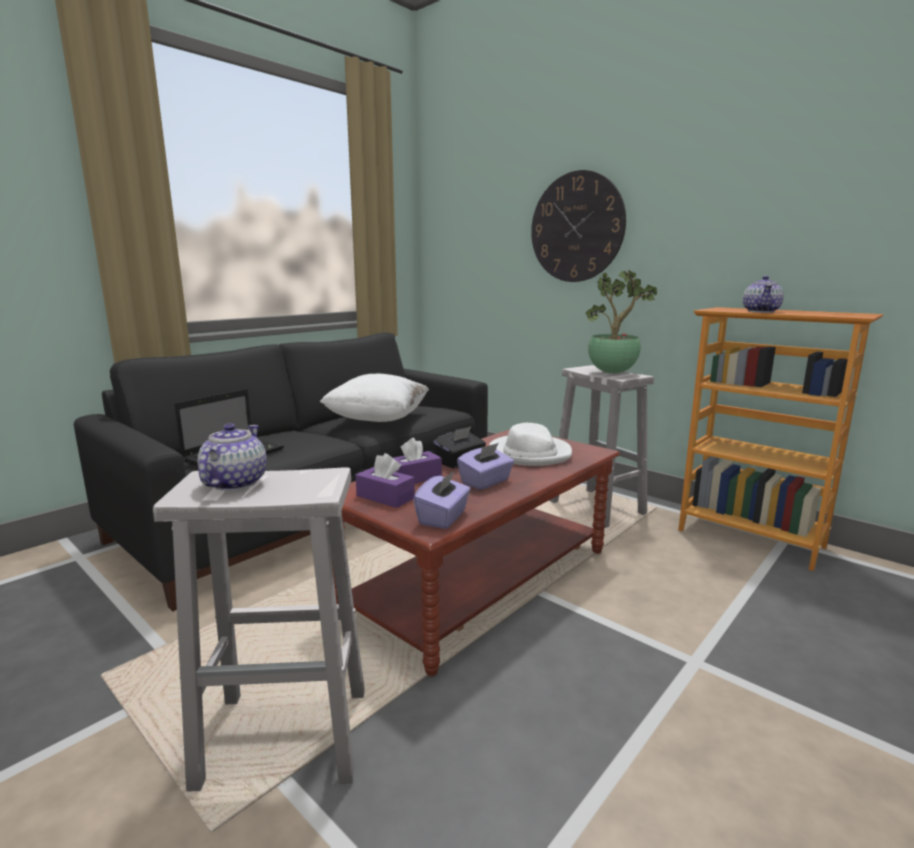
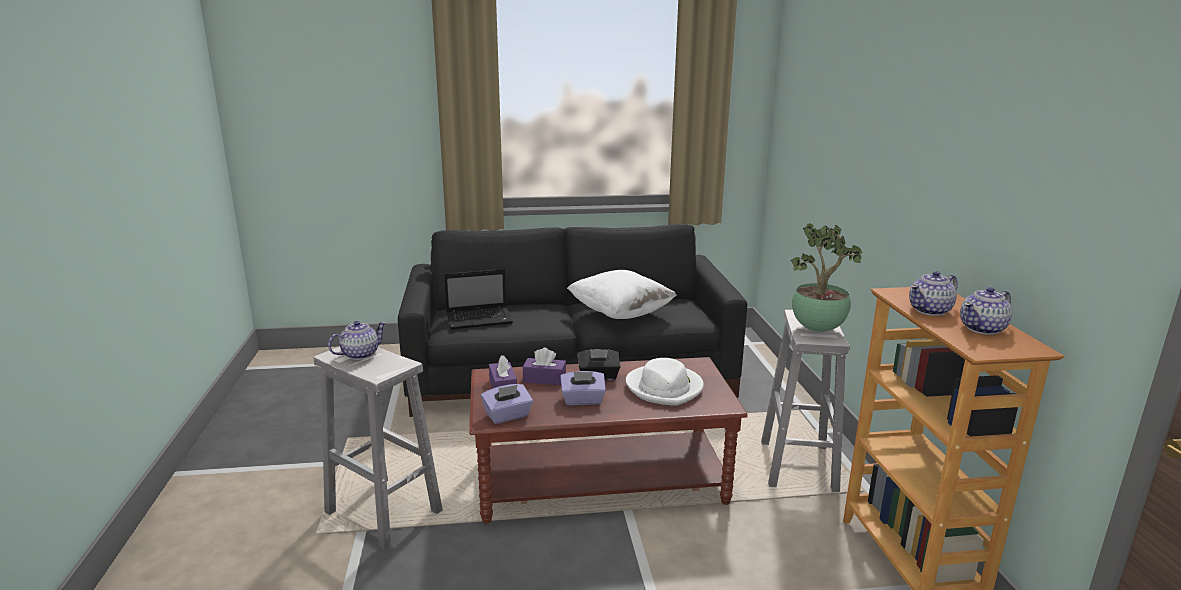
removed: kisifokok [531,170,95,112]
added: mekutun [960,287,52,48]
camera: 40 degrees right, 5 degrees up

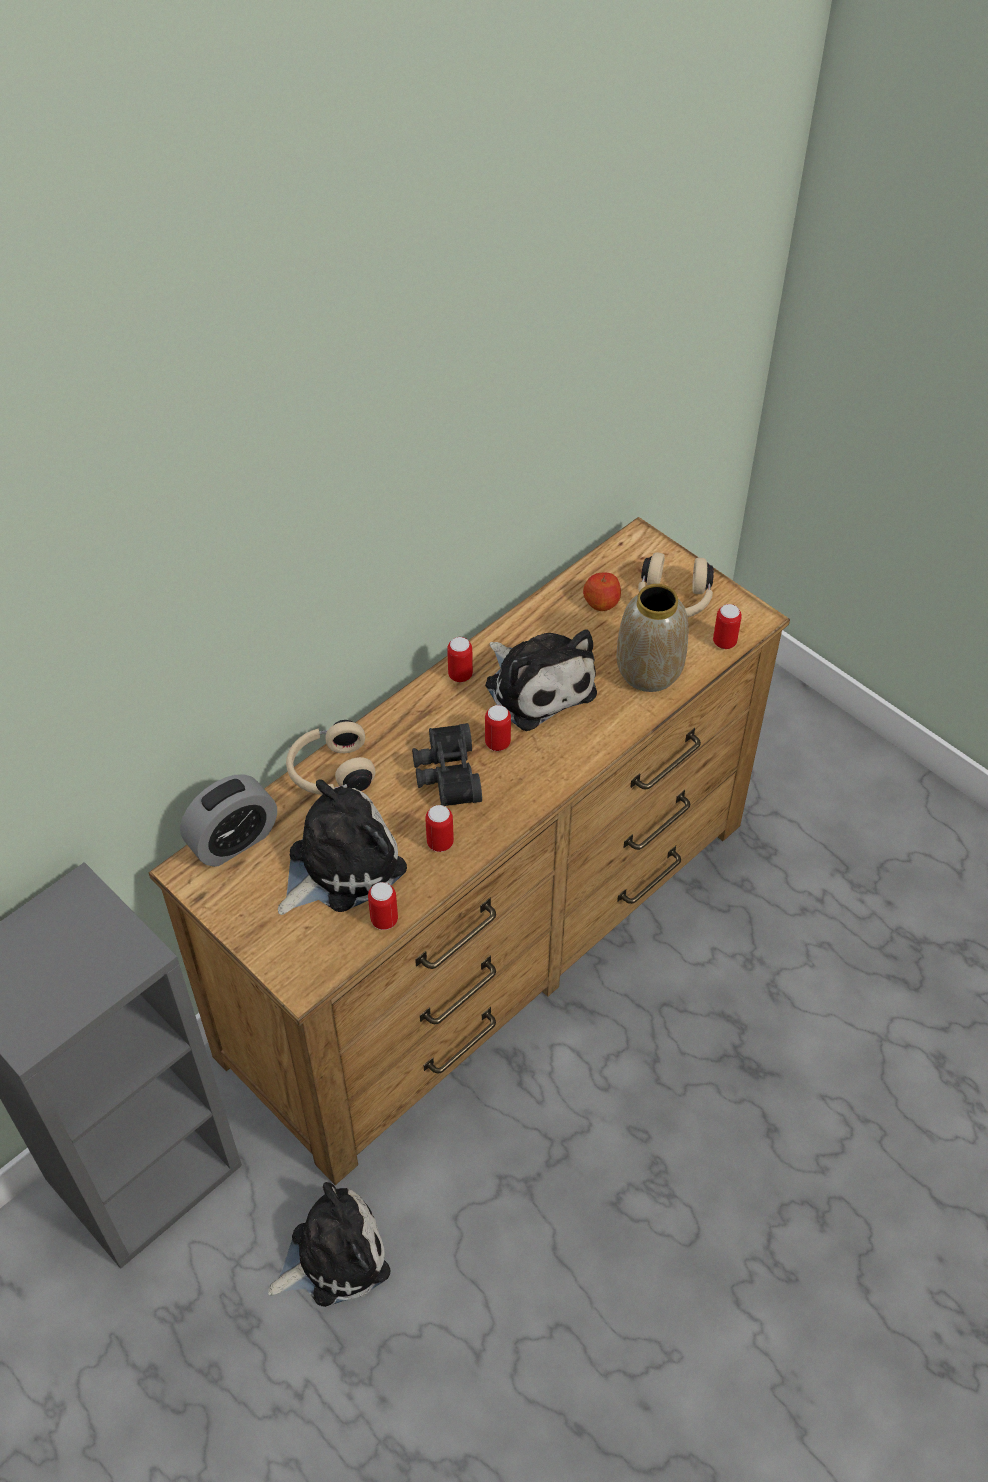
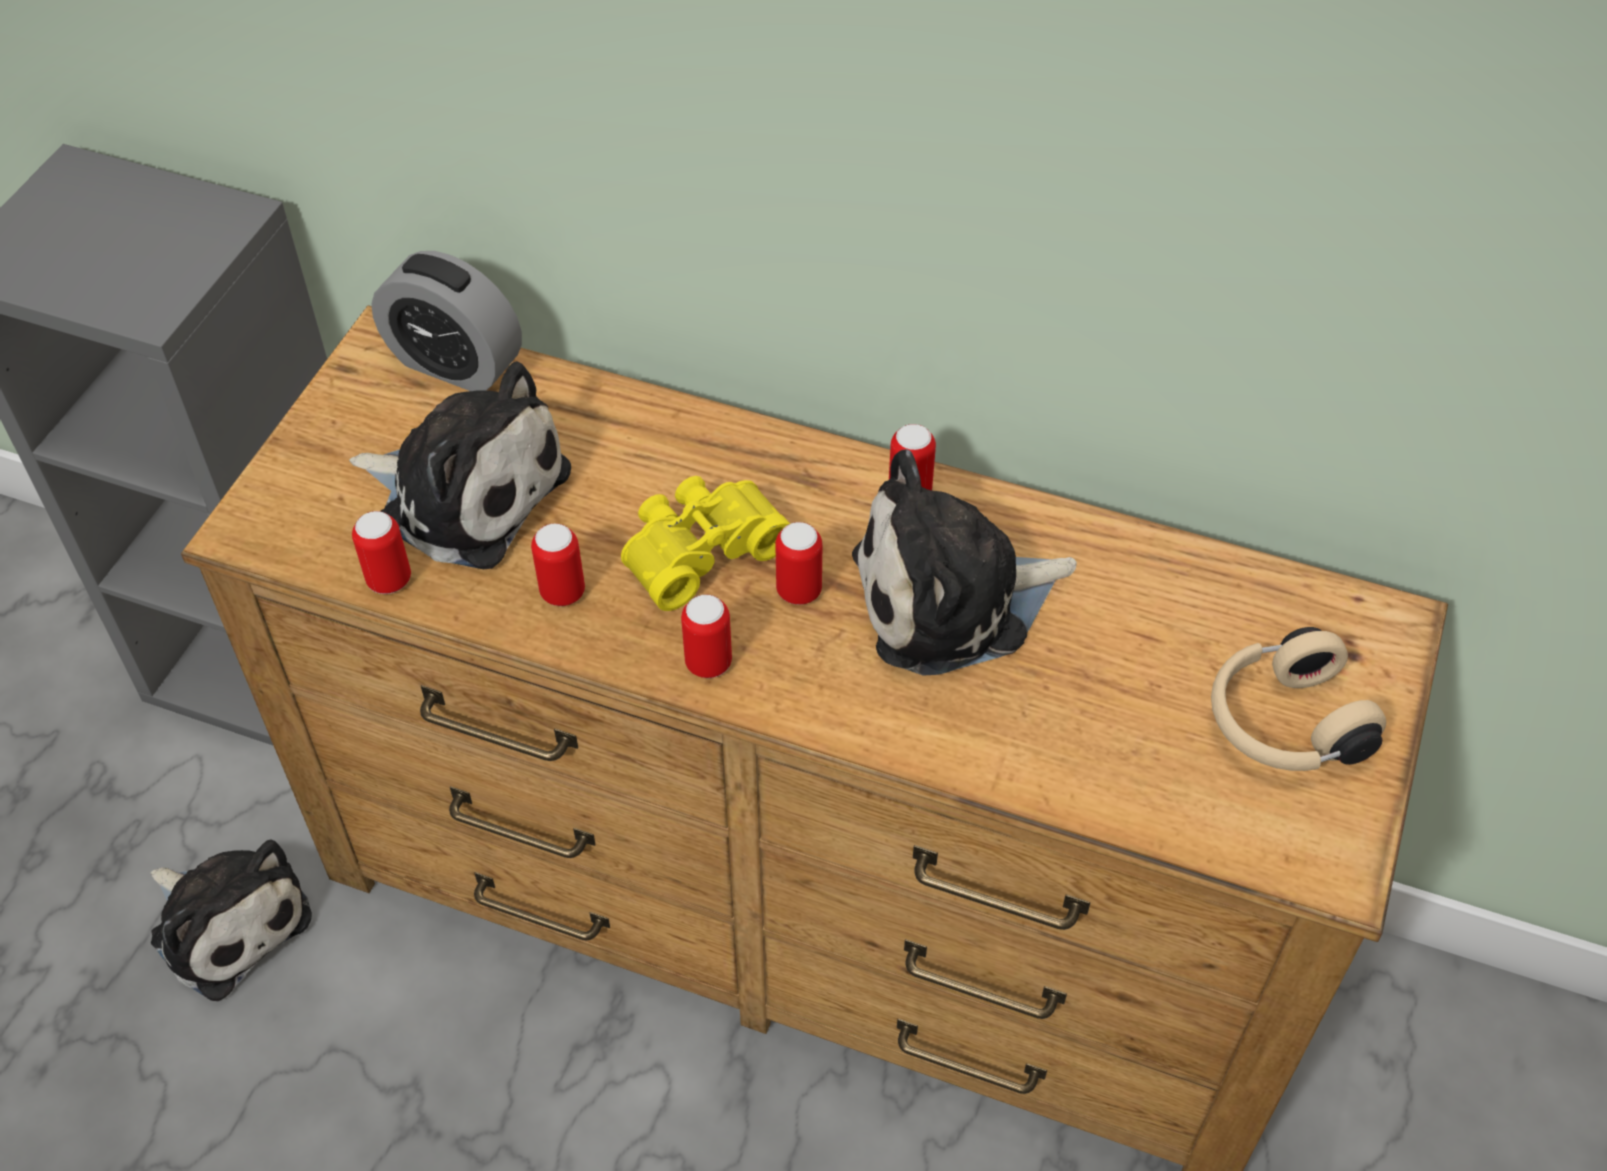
removed: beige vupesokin [286,720,90,75]; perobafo [583,573,38,38]; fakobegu [617,584,71,108]
moved: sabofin [713,604,29,45] to [681,594,51,84]
recoloured: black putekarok [412,723,70,83] to yellow putekarok [621,476,169,135]
turned: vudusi [485,629,112,102] = [852,449,225,227] 45 degrees clockwise
camera: 65 degrees right, 0 degrees up

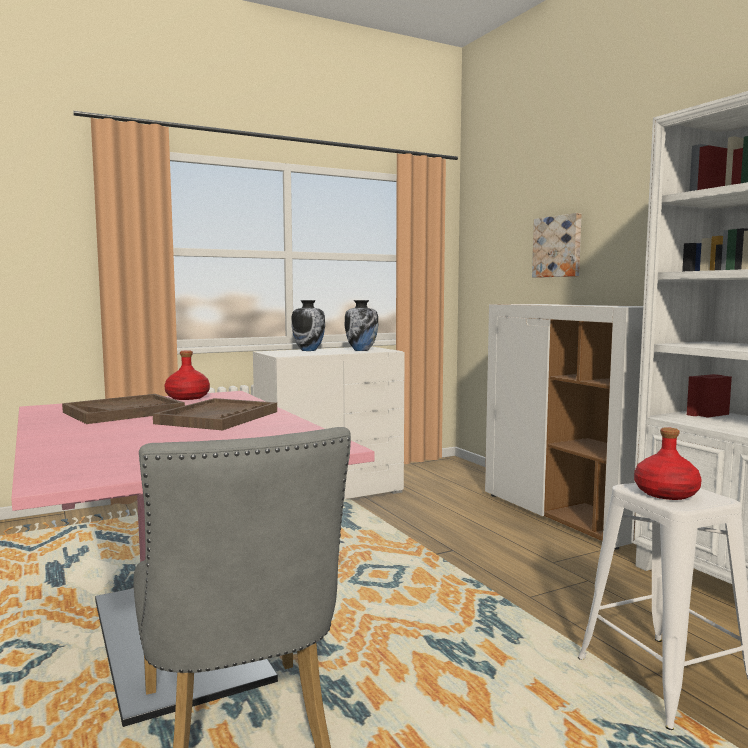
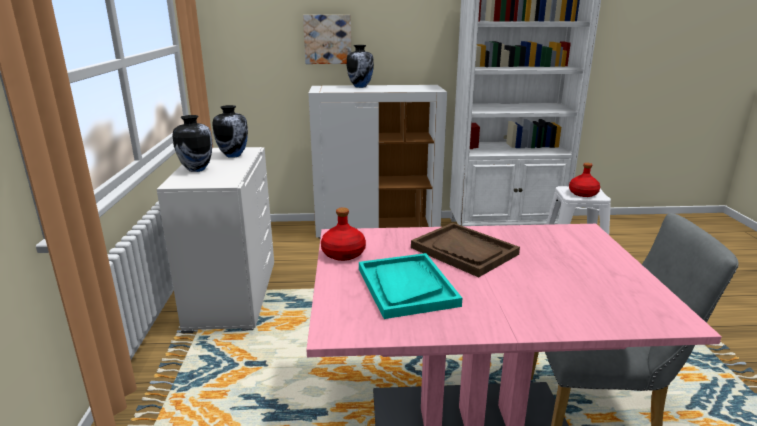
added: fakobegu [347,45,27,43]
recoloured: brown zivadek [62,394,123,30] to turquoise zivadek [359,253,103,66]
camera: 65 degrees left, 15 degrees up

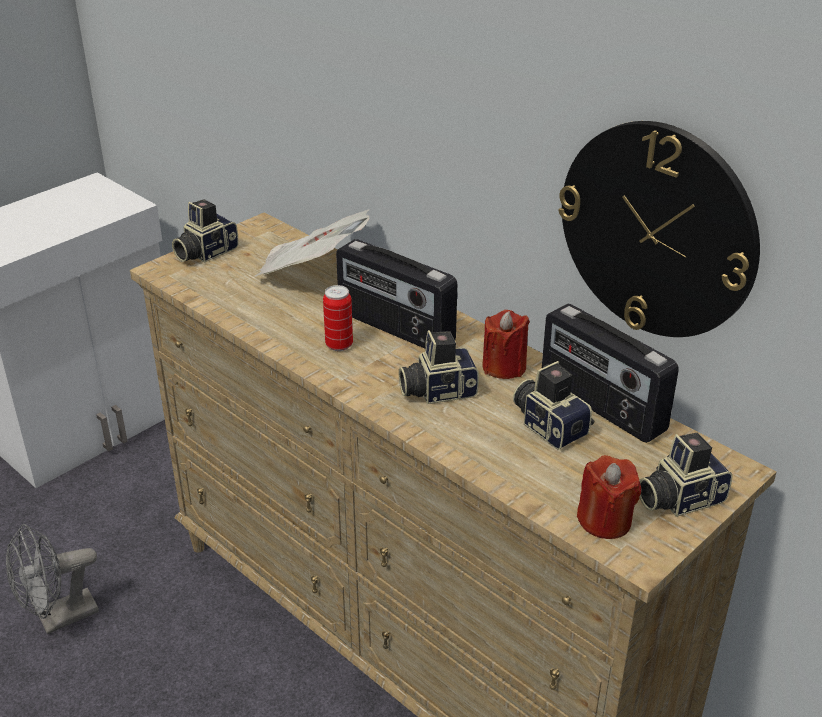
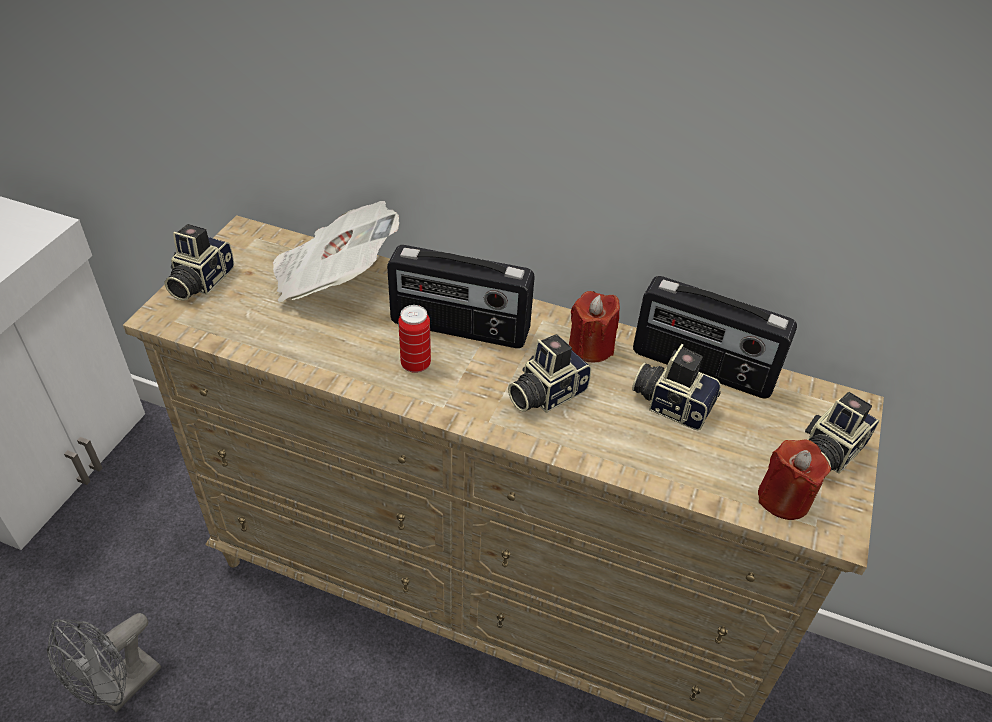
removed: kisifokok [558,121,202,216]
camera: 25 degrees left, 10 degrees up

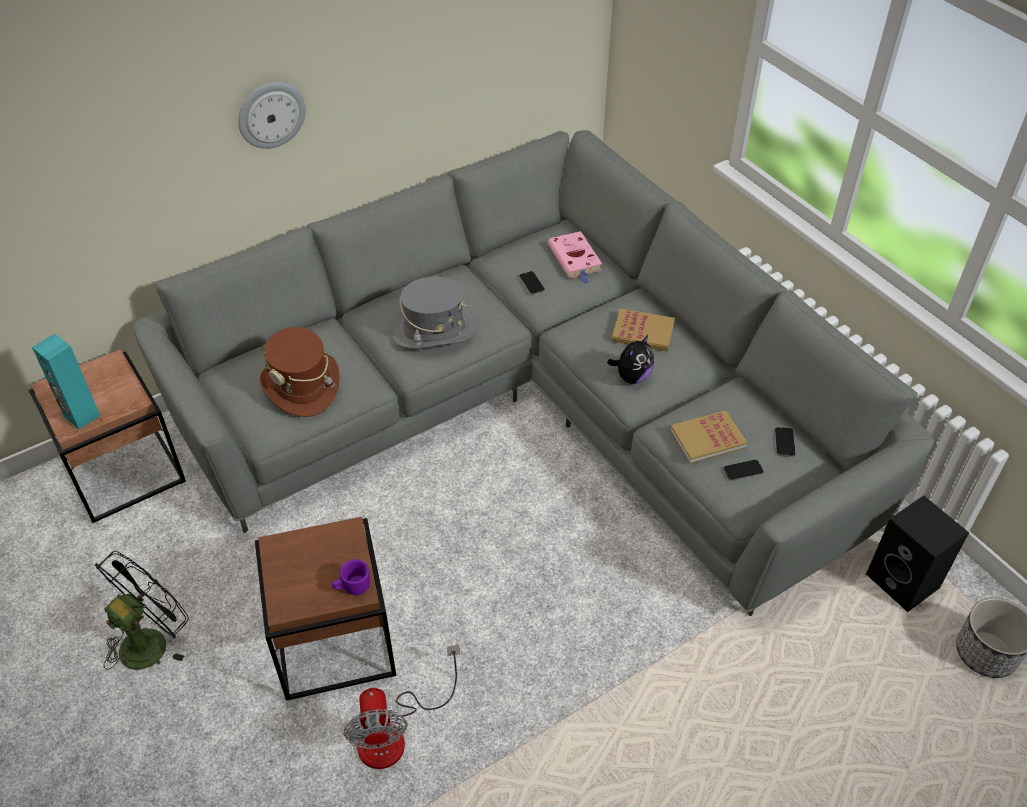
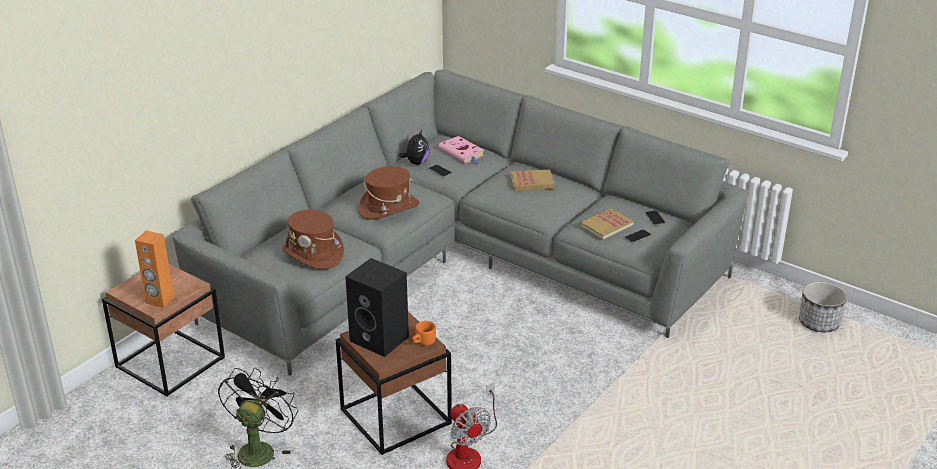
removed: kisifokok [238,82,68,67]
moved: vudusi [607,334,47,50] to [399,130,31,35]; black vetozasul [866,495,103,117] to [345,258,64,99]
recoloured: turquoise vetozasul [32,334,68,96] to orange vetozasul [135,231,39,77]; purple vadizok [332,559,38,36] to orange vadizok [412,321,24,25]; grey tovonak [392,277,85,72] to brown tovonak [358,166,61,54]
camera: 20 degrees left, 15 degrees down

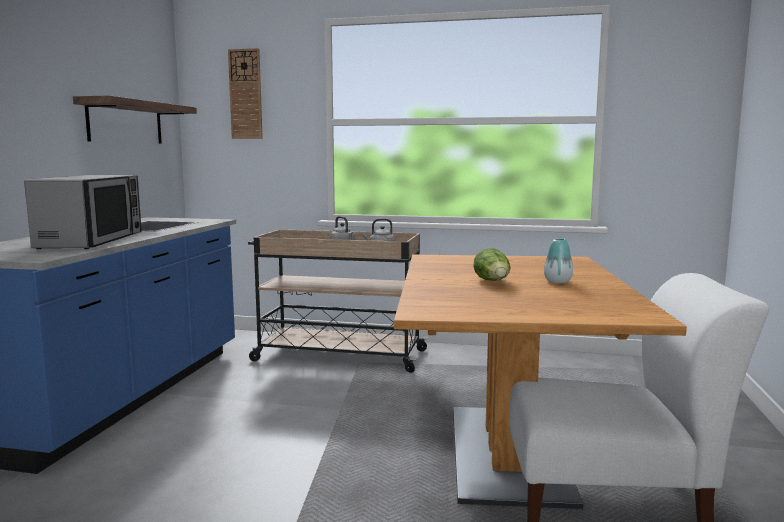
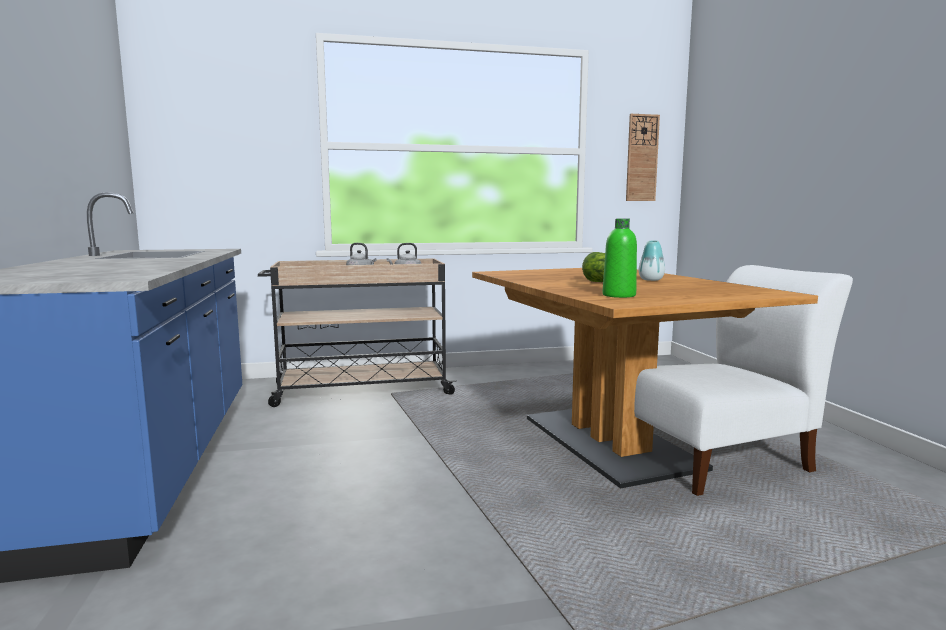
removed: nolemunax [24,175,118,74]; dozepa [73,95,124,48]
added: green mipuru [603,219,34,79]
moved: kisifokok [228,48,35,91] to [626,114,34,87]
camera: 25 degrees left, 0 degrees up

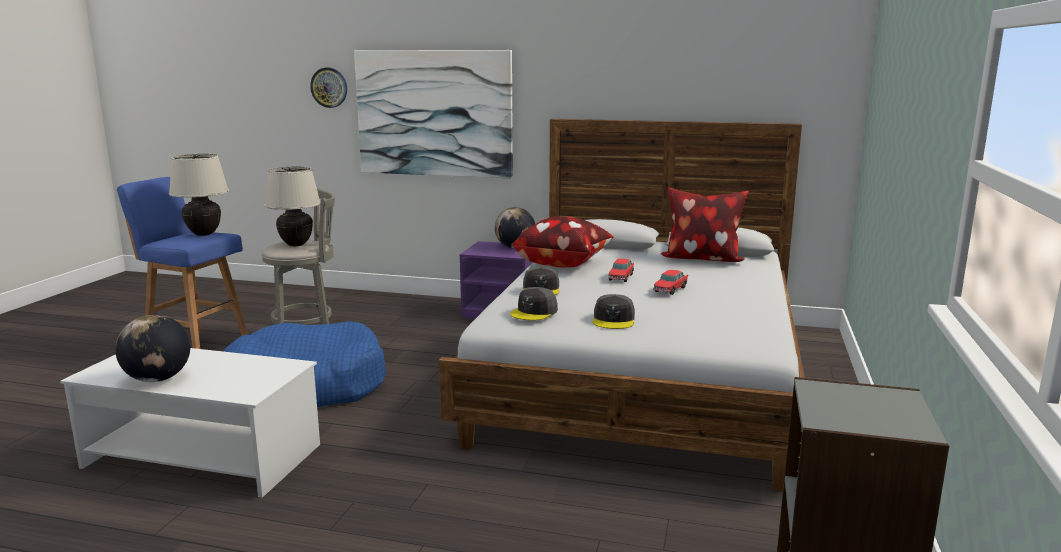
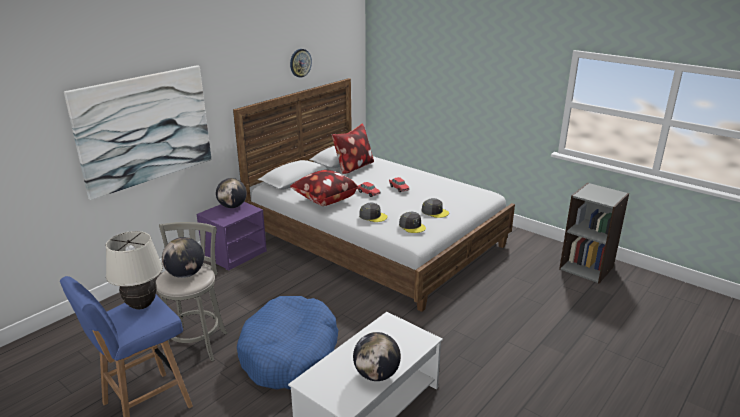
moved: kisifokok [310,68,37,40] to [290,49,22,29]
replaced: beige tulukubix [264,166,57,80] to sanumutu [162,237,42,41]
camera: 65 degrees left, 10 degrees up

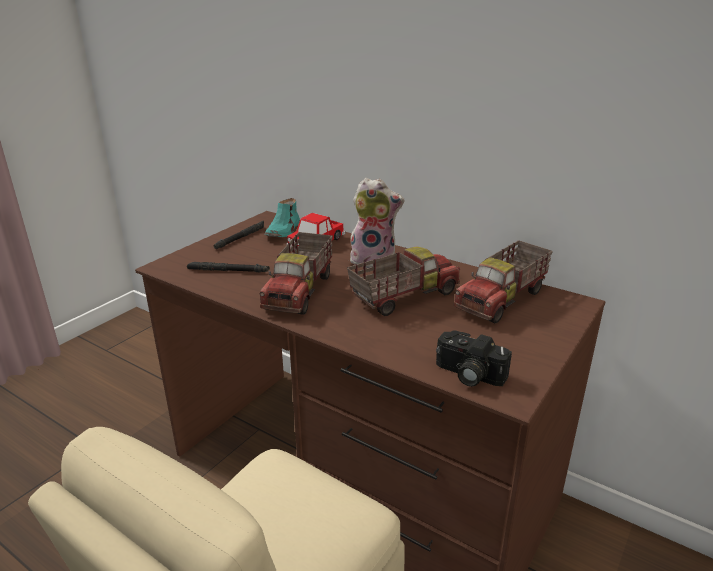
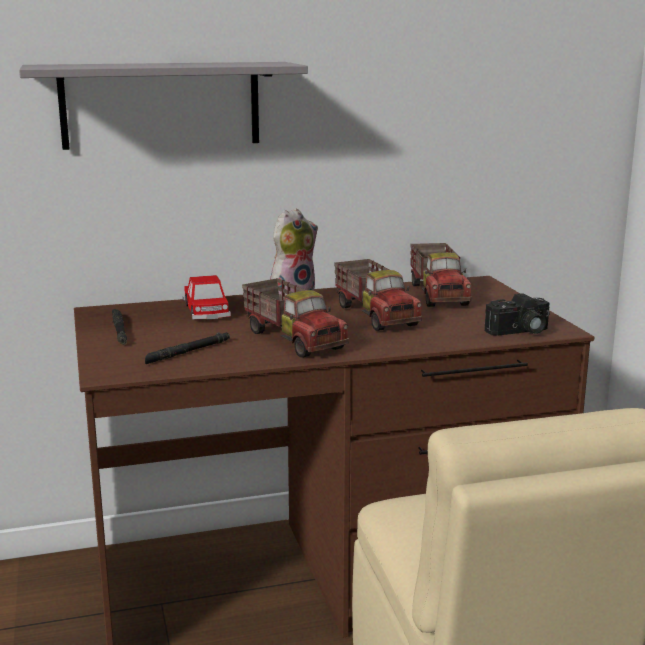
removed: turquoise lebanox [264,198,36,39]
added: grey dozepa [19,62,289,88]
turned: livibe [347,246,113,70] = [334,259,88,72] 150 degrees clockwise
camera: 50 degrees left, 10 degrees down

